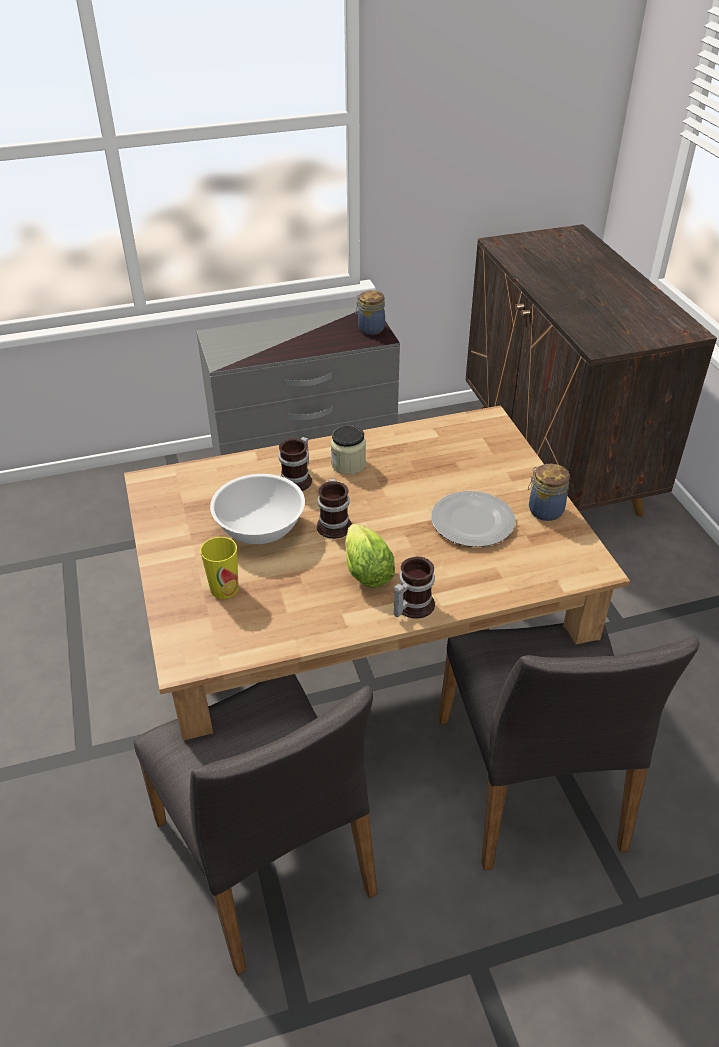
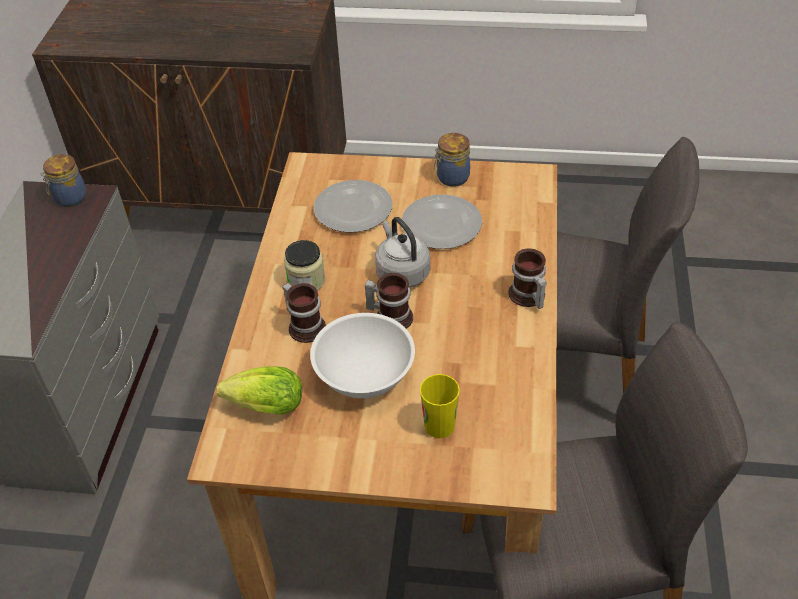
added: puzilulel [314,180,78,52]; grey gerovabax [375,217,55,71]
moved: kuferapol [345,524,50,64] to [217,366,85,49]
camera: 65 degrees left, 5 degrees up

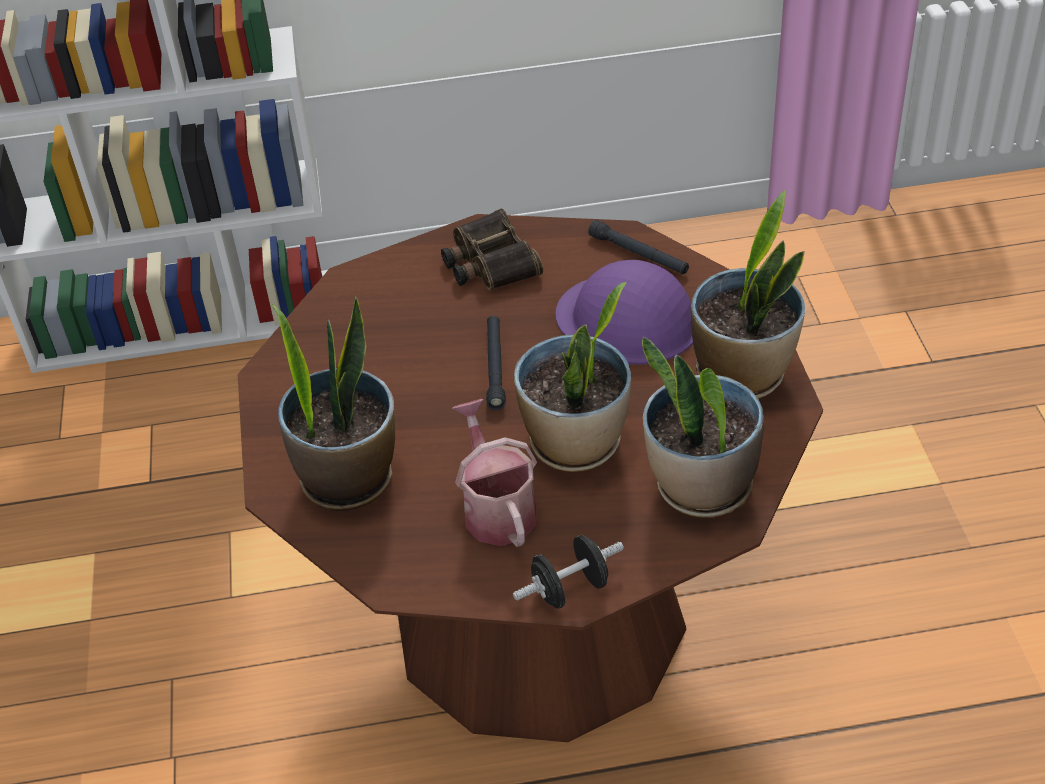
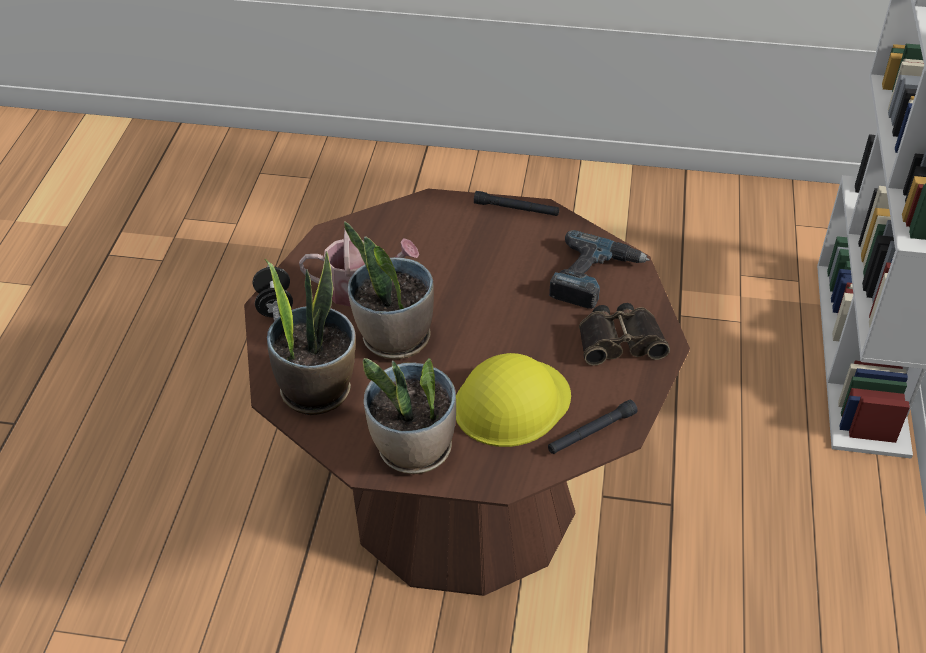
removed: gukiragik [272,297,123,214]
added: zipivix [549,230,101,79]
moved: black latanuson [486,316,20,94] to [474,191,85,25]
recoloured: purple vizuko [556,260,137,105] to yellow vizuko [456,353,115,94]
camera: 105 degrees right, 0 degrees up

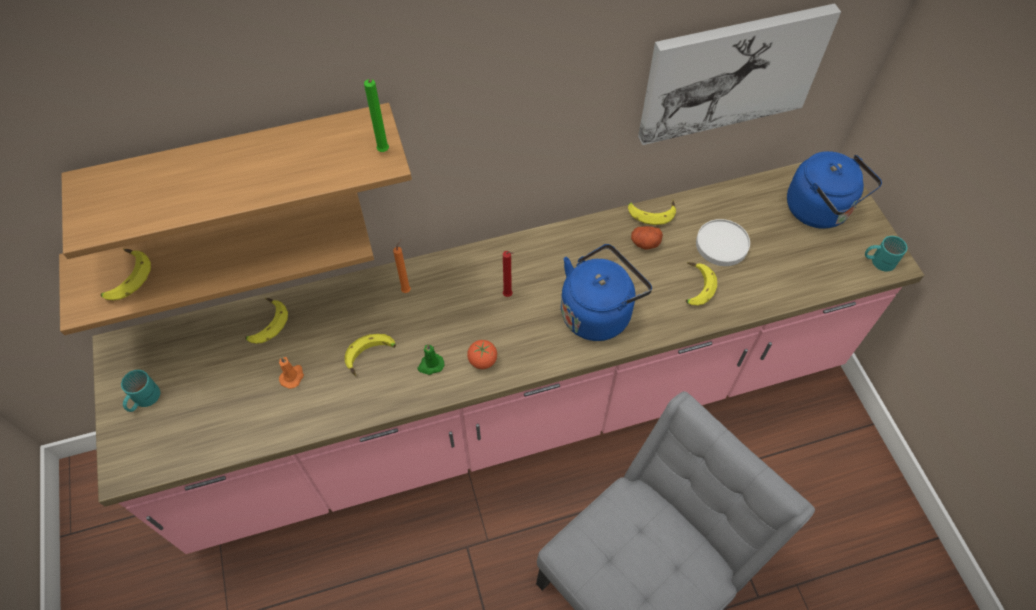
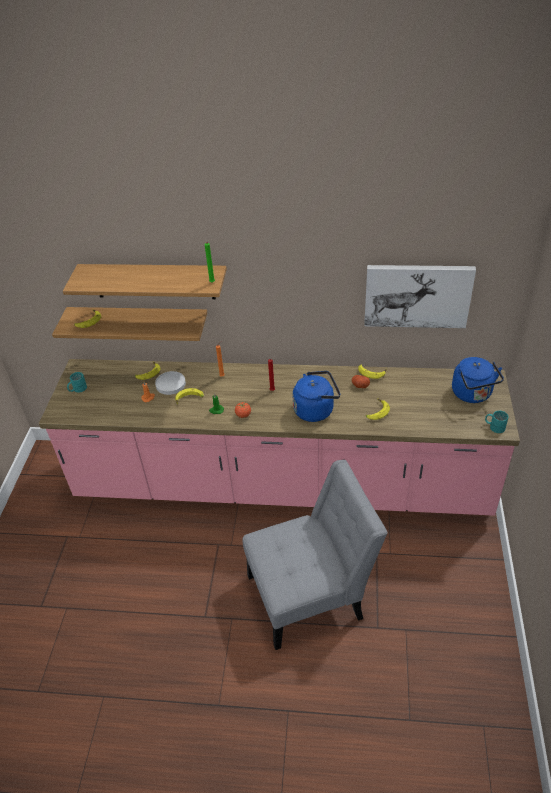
moved: white puzilulel [696,219,54,47] to [155,371,31,24]
camera: 25 degrees right, 15 degrees down

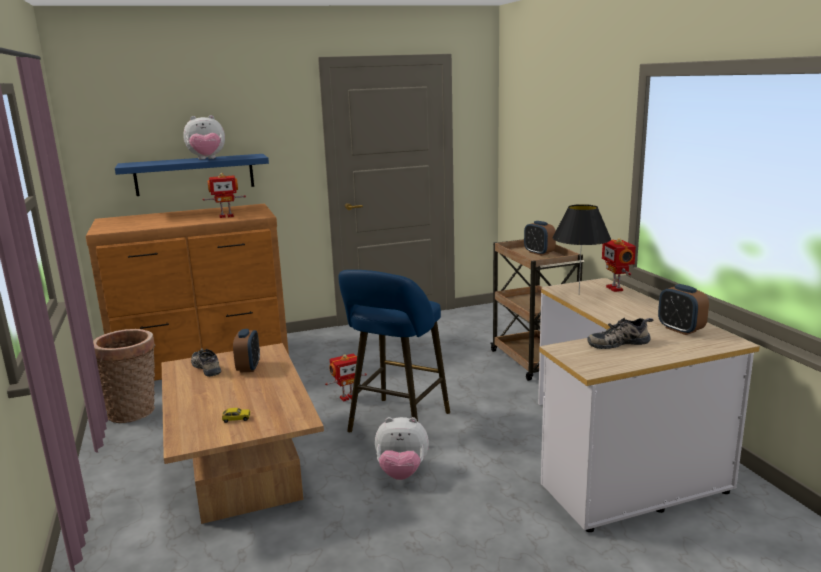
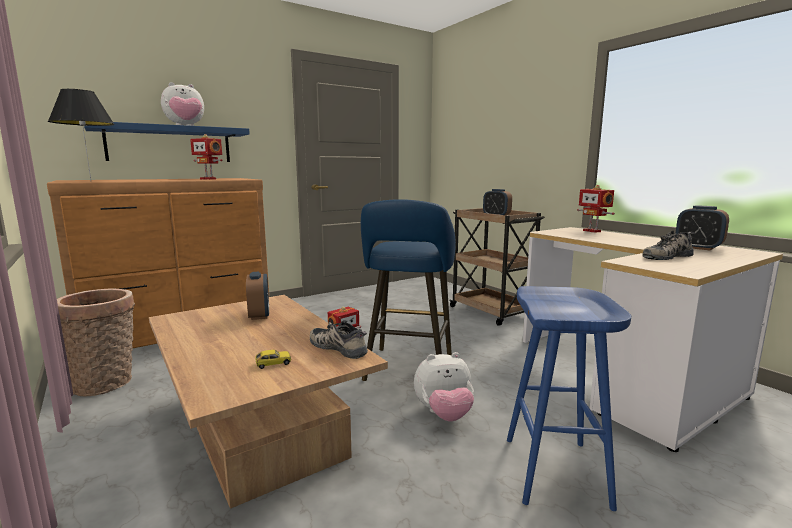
added: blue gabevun [507,286,124,225]
moved: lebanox [191,348,30,29] to [310,321,58,38]; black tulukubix [553,204,58,88] to [48,89,67,91]
turned: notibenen [203,173,43,45] = [190,134,33,46] 60 degrees clockwise
camera: 15 degrees left, 5 degrees down

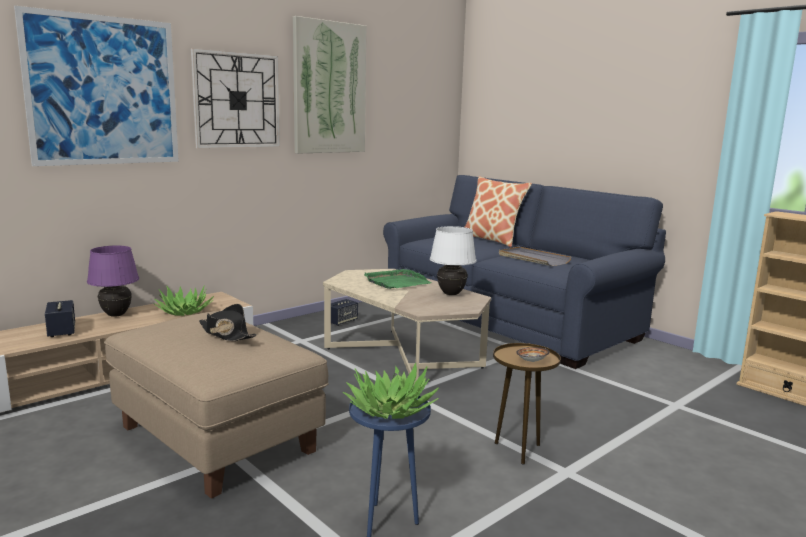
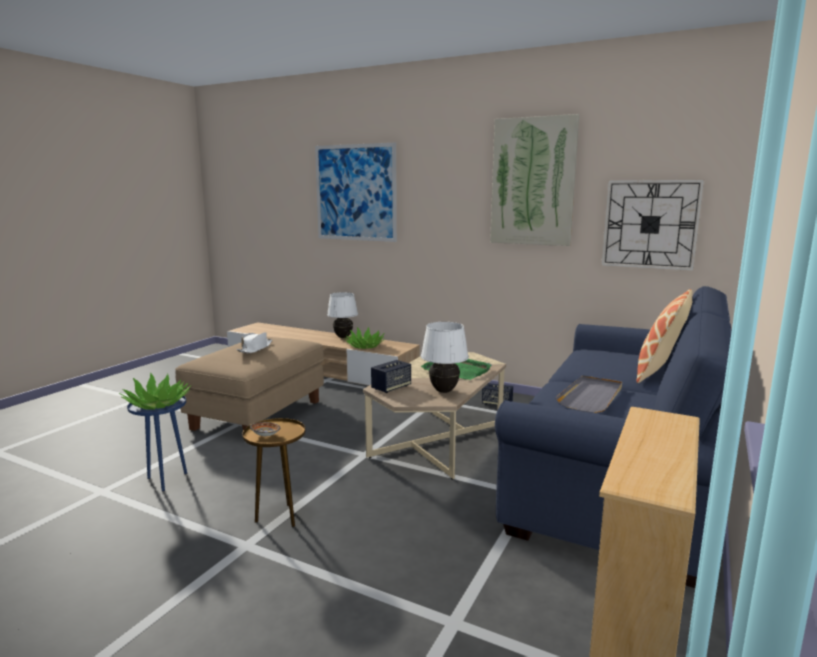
moved: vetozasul [45,300,30,37] to [371,360,40,33]; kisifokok [191,48,89,100] to [601,179,104,92]
recoloured: purple tulukubix [87,245,52,72] to white tulukubix [327,292,31,46]; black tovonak [199,304,58,37] to white tovonak [236,332,36,21]
camera: 70 degrees right, 0 degrees up

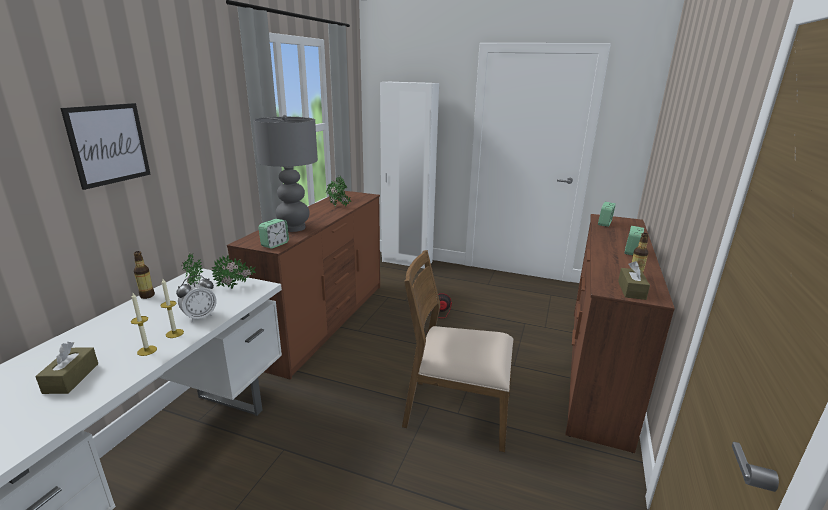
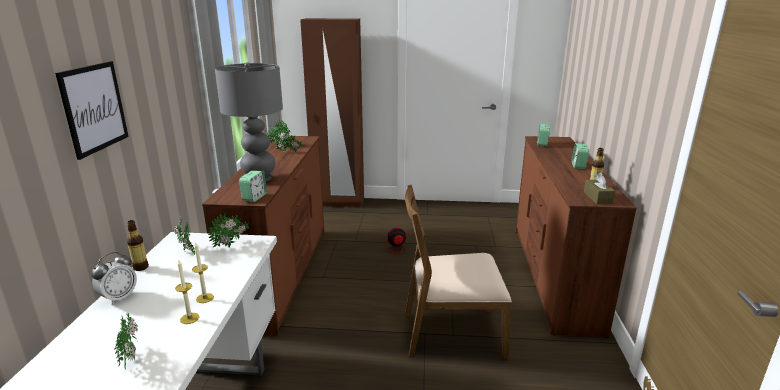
moved: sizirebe [176,275,41,47] to [91,252,46,53]
replaced: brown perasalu [35,342,63,52] to gukiragik [115,312,23,58]
recoloured: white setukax [380,82,59,187] to brown setukax [300,18,64,190]
camera: 15 degrees left, 0 degrees up

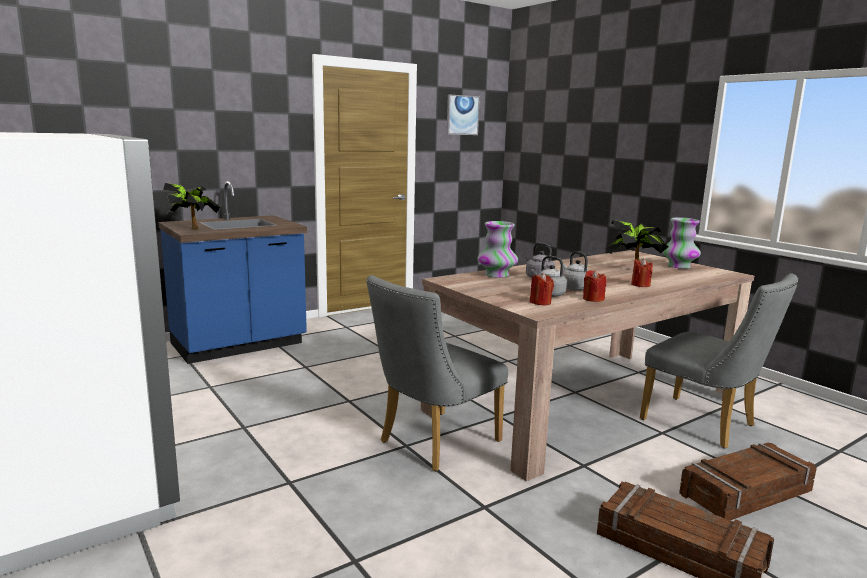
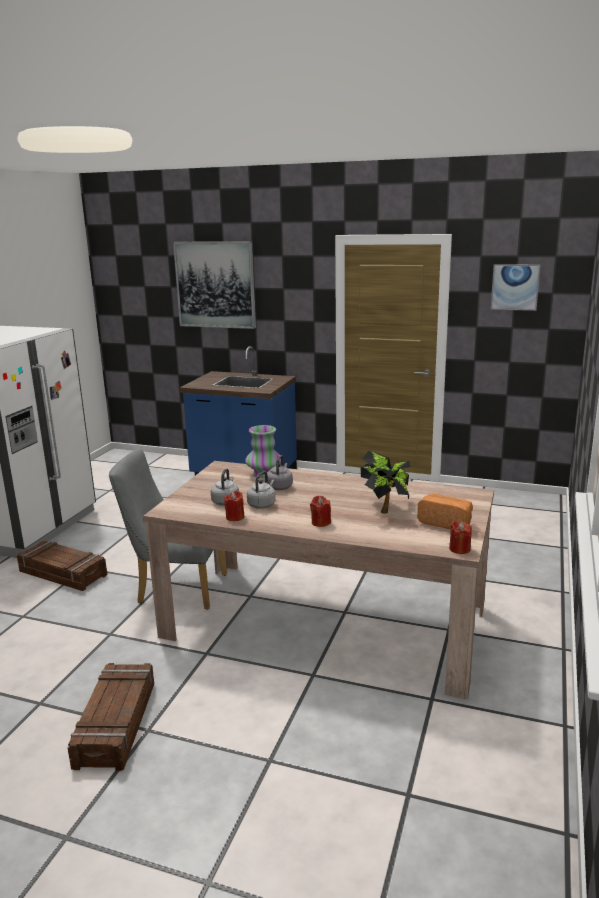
removed: gukiragik [163,183,57,47]; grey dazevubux [640,273,158,175]
added: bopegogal [173,241,83,88]
moved: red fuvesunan [530,273,24,32] to [449,521,23,33]; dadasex [679,443,138,77] to [17,541,91,50]
replaced: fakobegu [662,217,39,52] to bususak [417,494,56,36]
camera: 55 degrees right, 5 degrees up

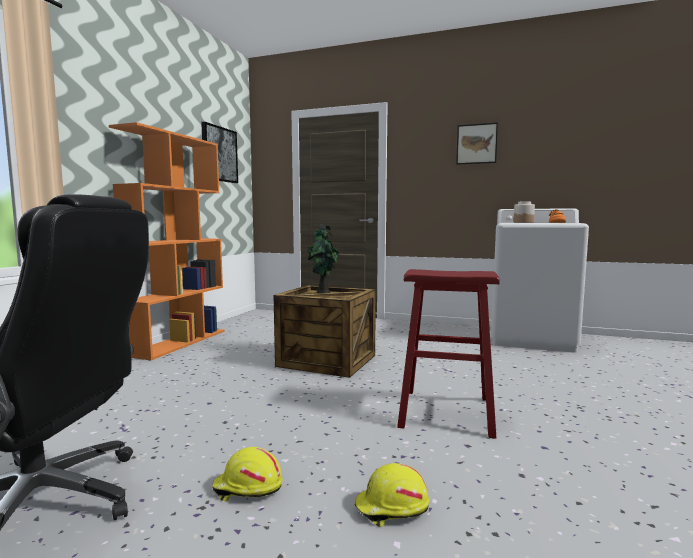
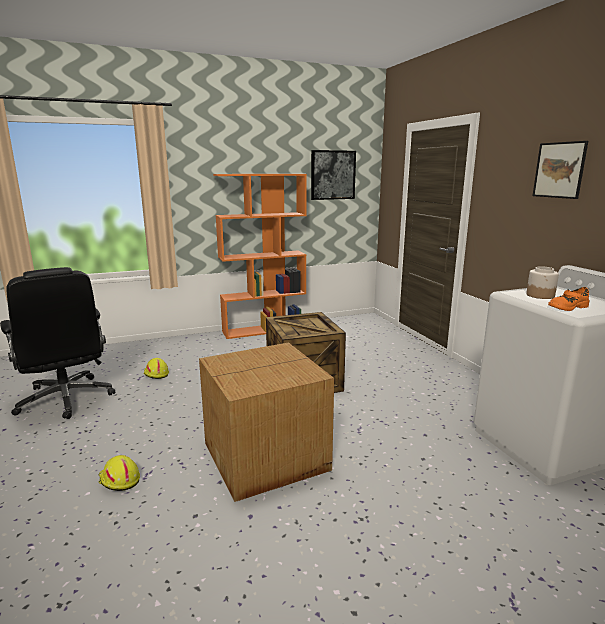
removed: gukiragik [308,224,31,69]
moved: yellow vizuko [212,447,71,54] to [143,358,26,21]
replaced: red gabevun [397,269,103,170] to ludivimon [199,342,135,160]
camera: 50 degrees right, 10 degrees up

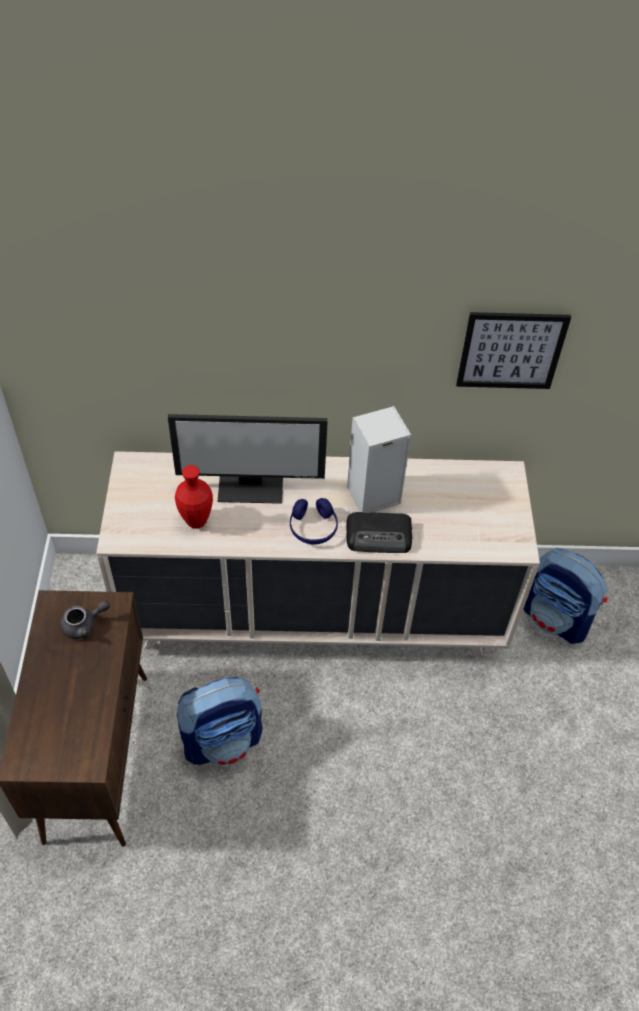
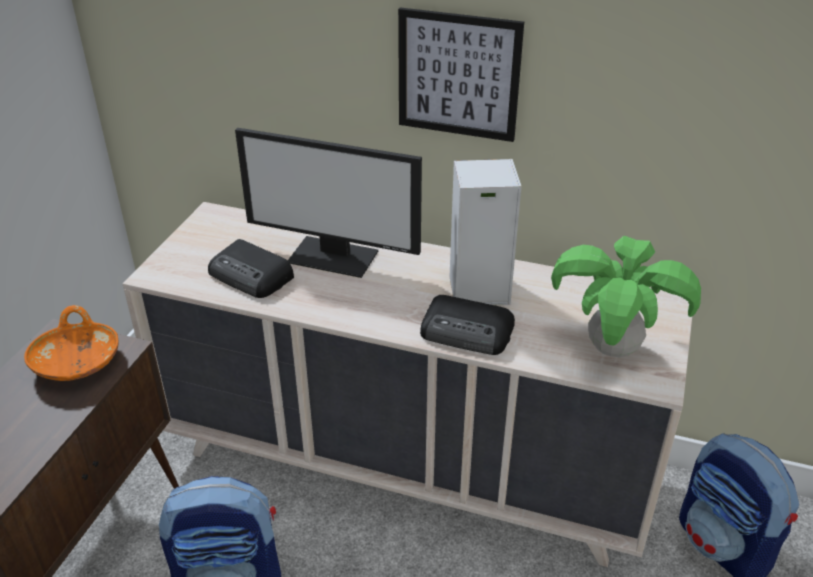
removed: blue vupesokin [290,498,48,47]
added: gukiragik [551,236,150,121]
moved: bopegogal [456,312,115,77] to [398,7,126,135]
replaced: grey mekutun [60,600,50,39] to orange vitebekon [24,305,94,76]; red fakobegu [175,465,38,64] to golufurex [208,239,86,59]
camera: 20 degrees right, 15 degrees down

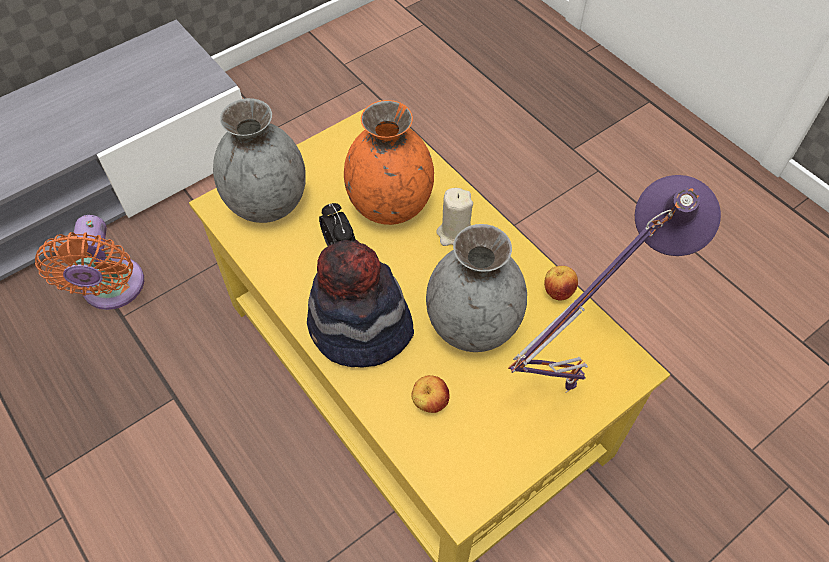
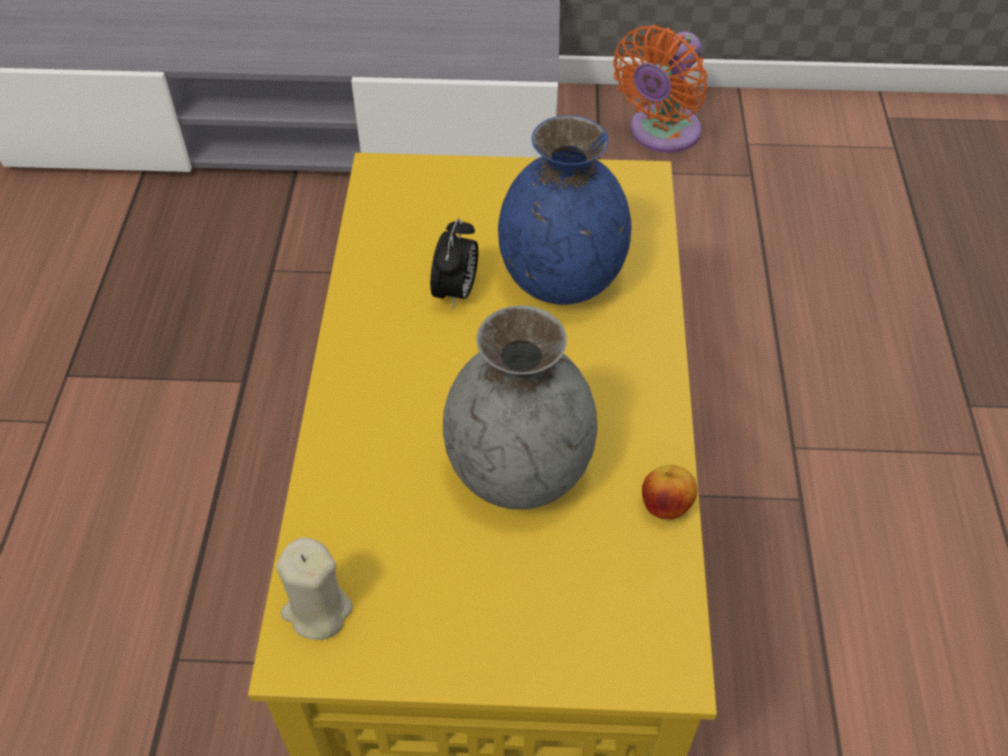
removed: grey fakobegu [213,98,93,125]; tovonak [307,240,107,128]; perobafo [411,375,38,38]; purple tulukubix [508,175,213,218]
moved: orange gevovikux [35,215,109,95] to [613,25,95,128]; beige fuvesunan [437,188,36,58] to [276,537,77,103]
recoloured: orange fakobegu [344,100,90,125] to blue fakobegu [498,115,133,190]
camera: 40 degrees right, 5 degrees down

